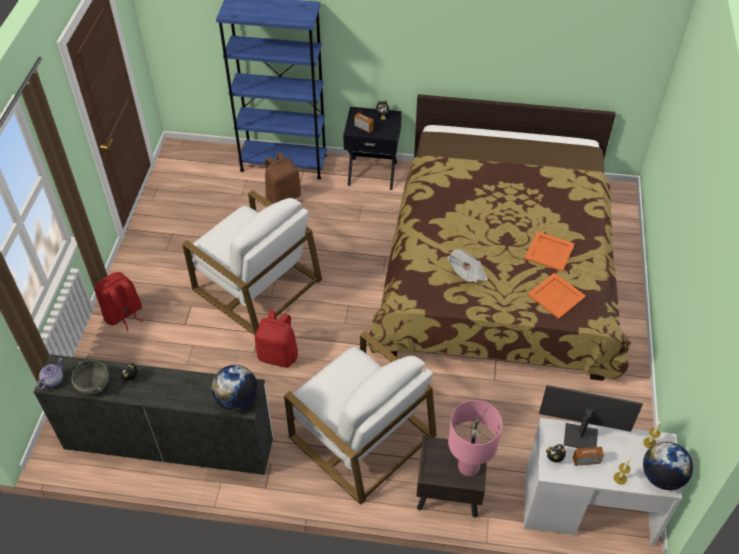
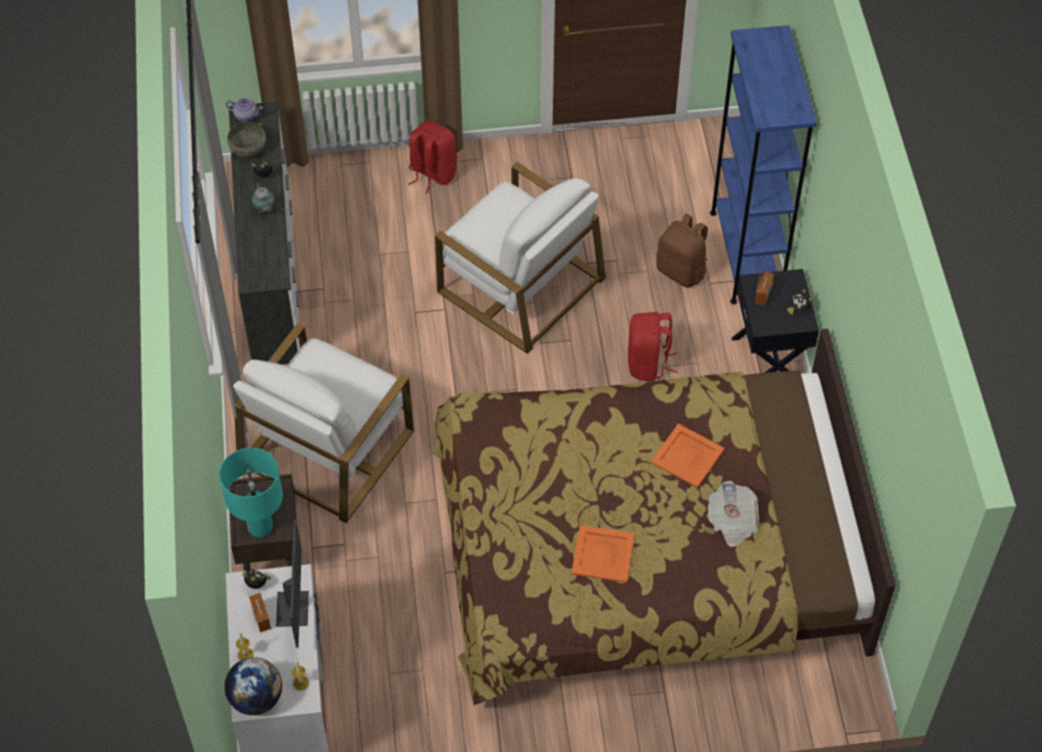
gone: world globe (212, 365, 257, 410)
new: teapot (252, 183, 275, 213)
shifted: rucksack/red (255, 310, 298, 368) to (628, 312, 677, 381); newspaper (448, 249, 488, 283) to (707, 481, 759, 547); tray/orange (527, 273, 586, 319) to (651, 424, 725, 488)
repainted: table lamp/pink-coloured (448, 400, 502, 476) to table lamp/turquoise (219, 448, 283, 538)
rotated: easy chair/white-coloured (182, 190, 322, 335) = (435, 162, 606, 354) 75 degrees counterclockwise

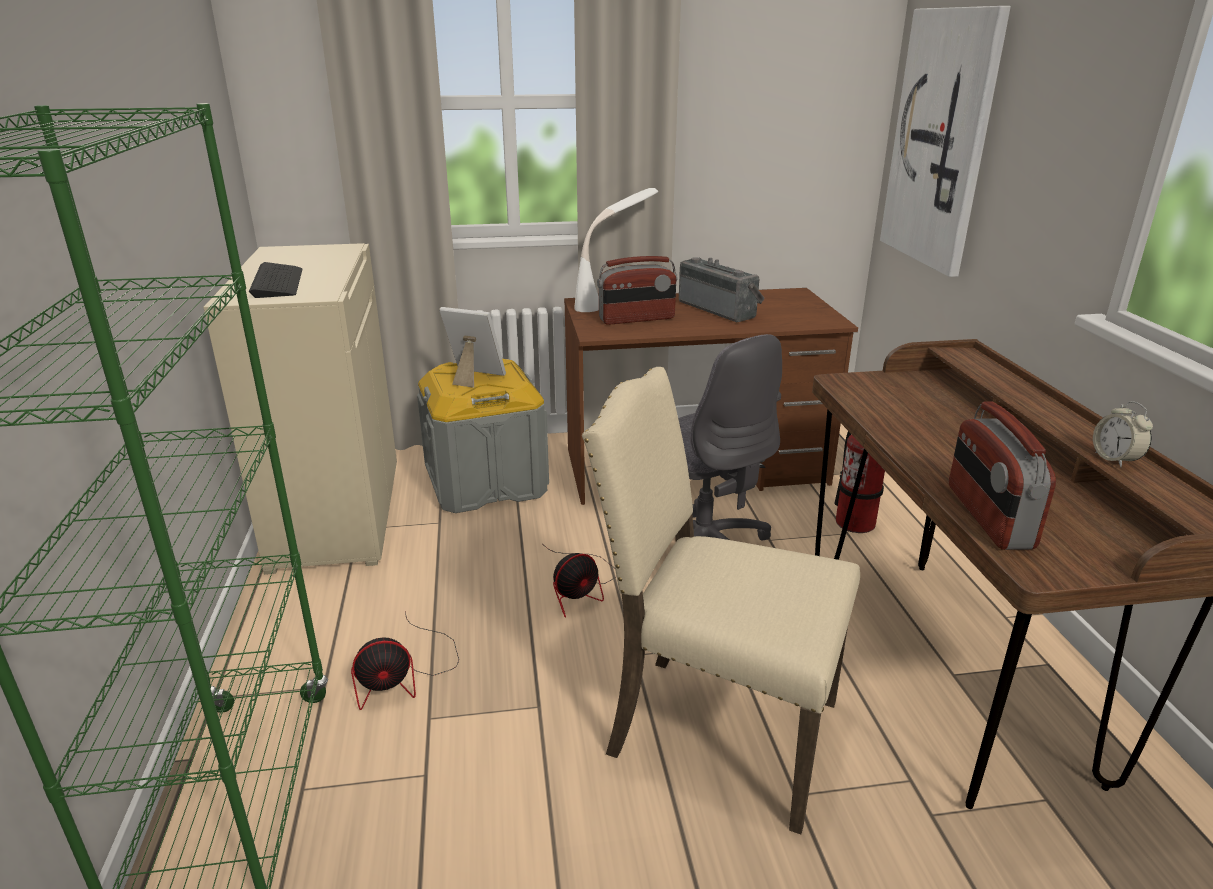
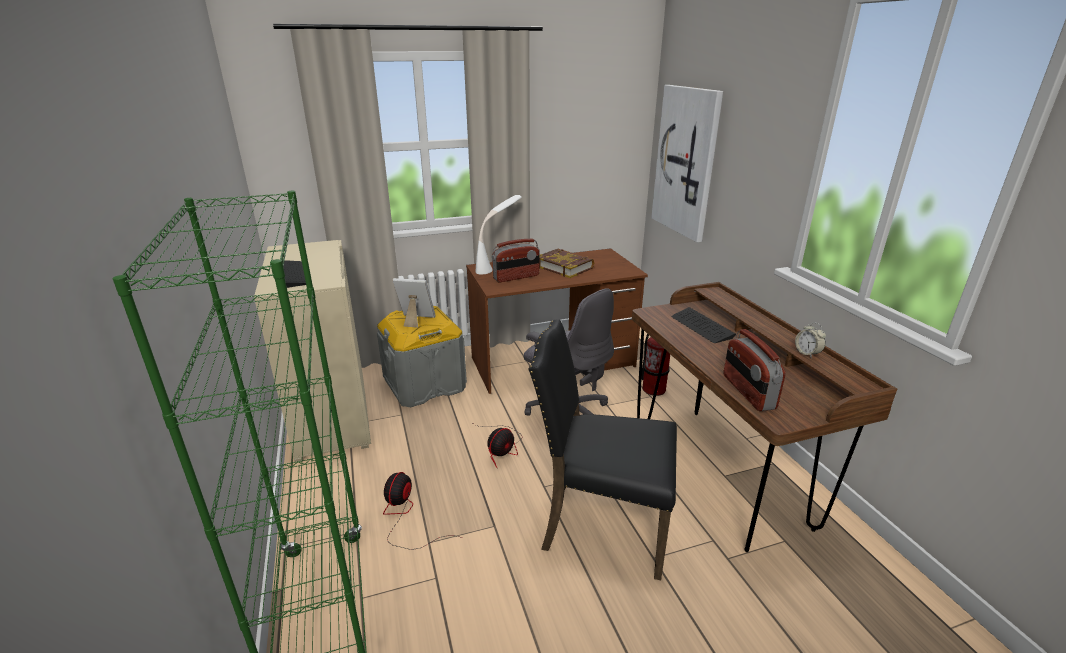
new: computer keyboard (672, 307, 736, 343)
swapped: radio receiver (679, 257, 765, 322) to bound book (539, 249, 594, 278)
repainted: plain chair/sand-coloured (582, 367, 860, 834) to plain chair/black (528, 319, 677, 580)
rotated: electric fan (351, 612, 459, 710) = (383, 472, 463, 550) 135 degrees clockwise

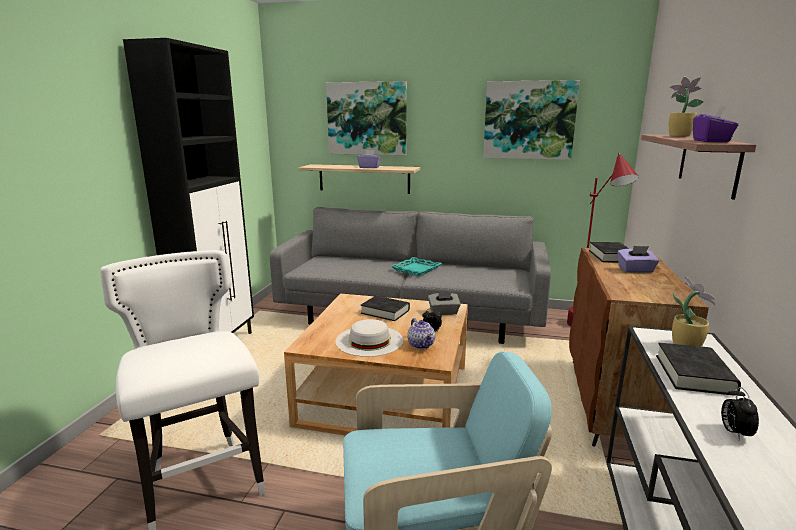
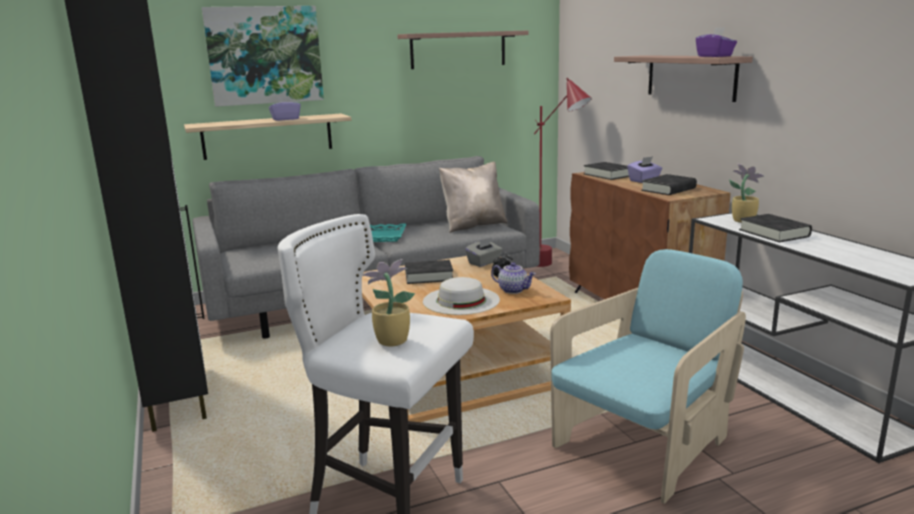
gone: bedside clock (721, 387, 759, 441)
new: throw pillow/sand-coloured (439, 162, 507, 233); bound book/black (641, 174, 697, 195)
shifted: potted plant (669, 77, 704, 136) to (362, 259, 415, 346)
swapped: picture (483, 80, 580, 160) to bracket shelf (397, 30, 529, 69)

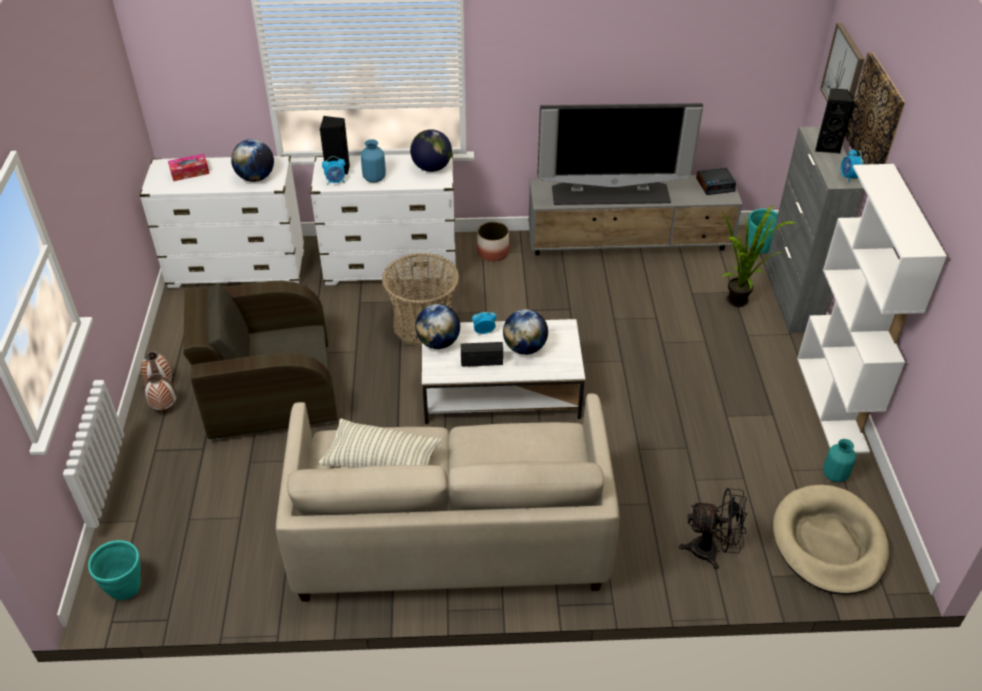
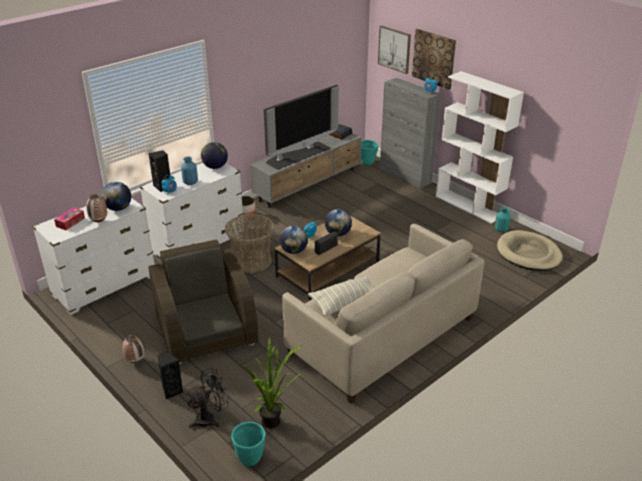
shifted: flower vase (143, 373, 176, 411) to (86, 194, 107, 222); electric fan/black (679, 488, 747, 569) to (185, 368, 230, 428); potted plant (722, 205, 797, 307) to (243, 336, 302, 429); loudspeaker/black (815, 89, 855, 154) to (157, 351, 183, 400)
repainted: lounge table/white-coloured (422, 319, 585, 424) to lounge table/brown (274, 216, 381, 300)
rotated: easy chair/brown (183, 281, 337, 440) = (148, 239, 259, 365) 120 degrees clockwise

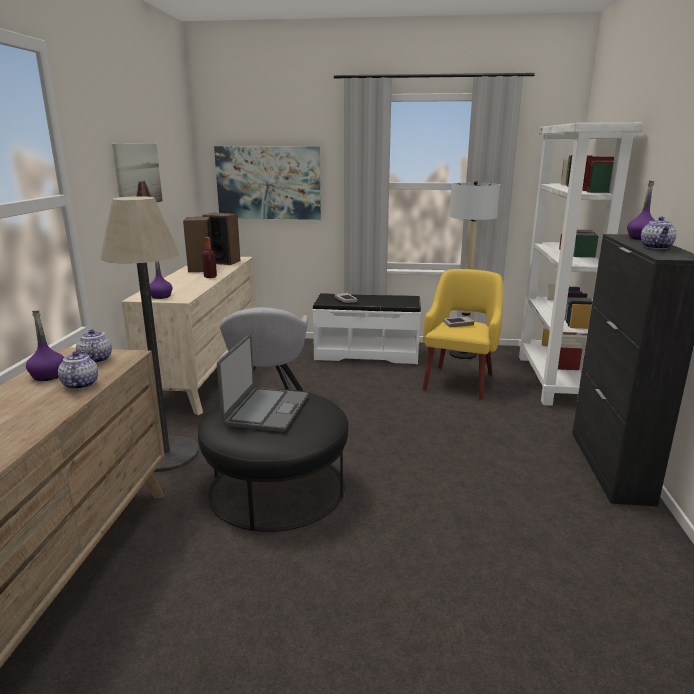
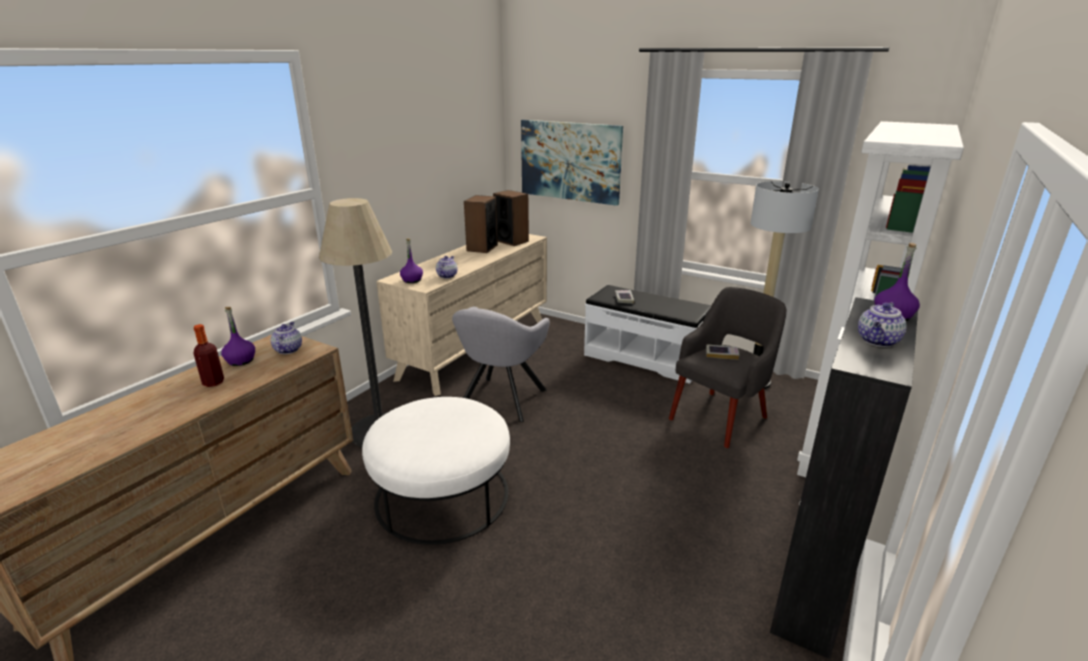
gone: picture (112, 144, 163, 202); portable computer (217, 334, 308, 432)
shifted: teapot (58, 351, 98, 390) to (436, 256, 458, 279); bottle (202, 237, 217, 278) to (193, 324, 224, 387)
repainted: pouffe/black (198, 389, 348, 532) to pouffe/white-coloured (362, 397, 510, 545); easy chair/yellow-coloured (423, 269, 503, 400) to easy chair/grey (669, 287, 786, 448)

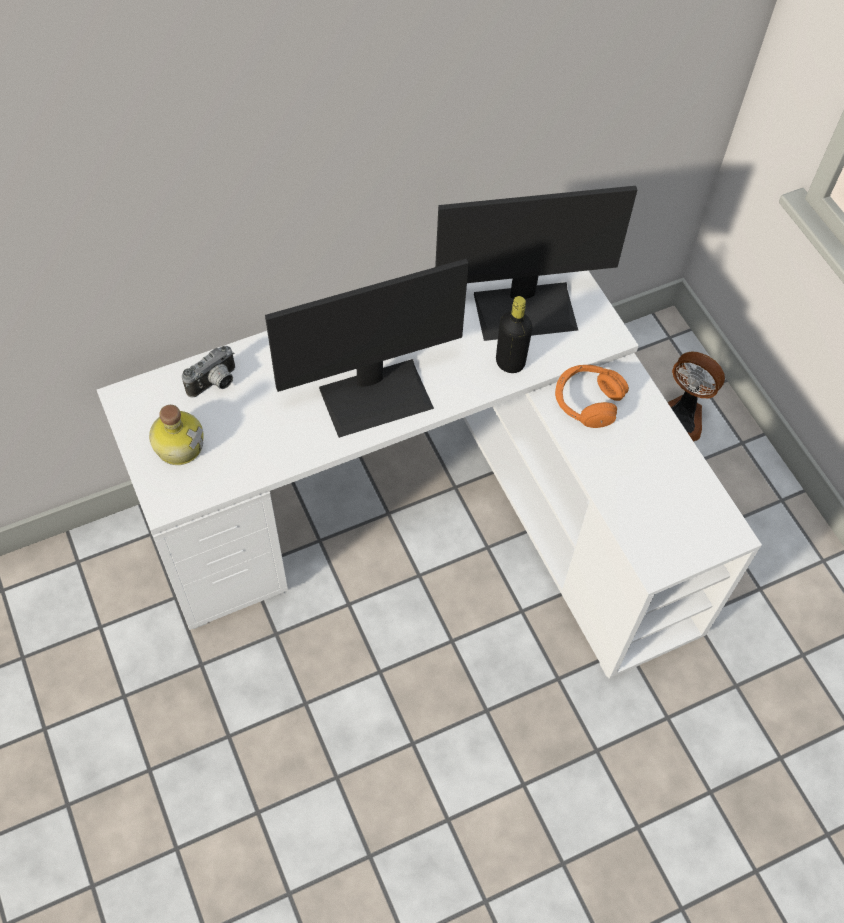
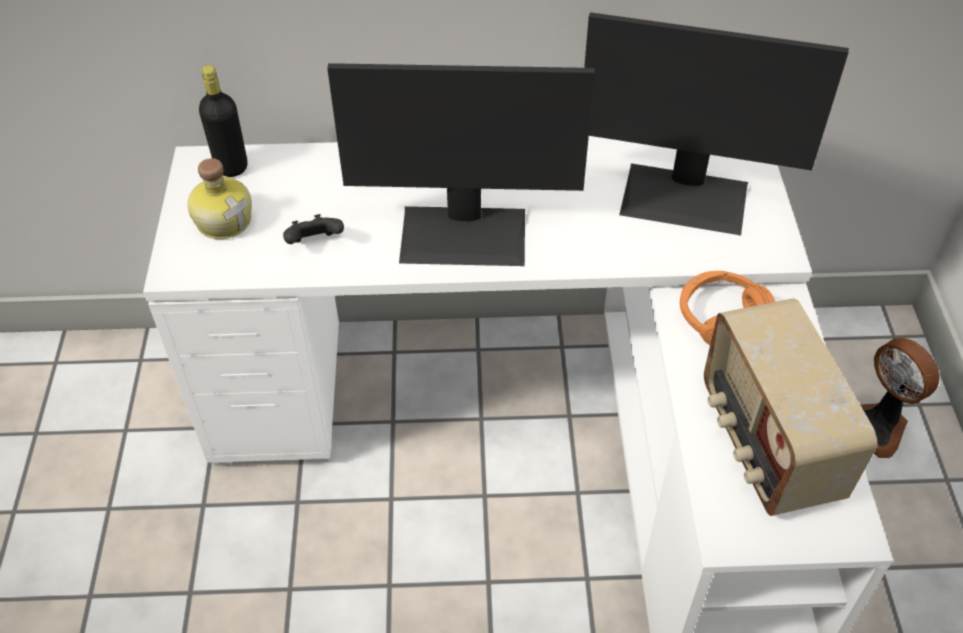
gone: photo camera (182, 346, 235, 398)
new: joypad/black (283, 214, 344, 244); radio receiver (704, 298, 877, 516)
shifted: bottle/black (496, 296, 533, 373) to (199, 65, 248, 177)

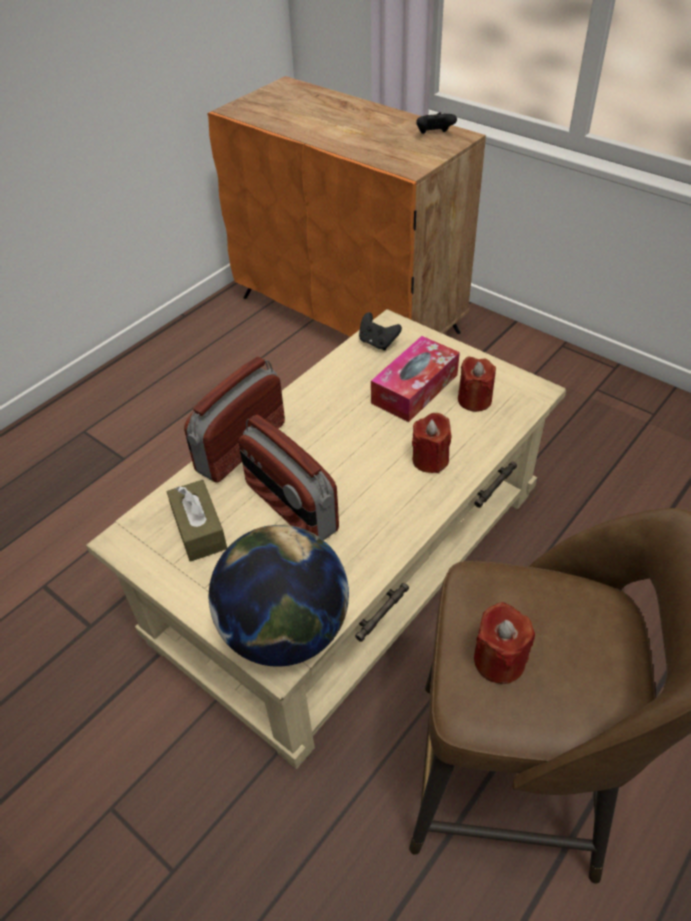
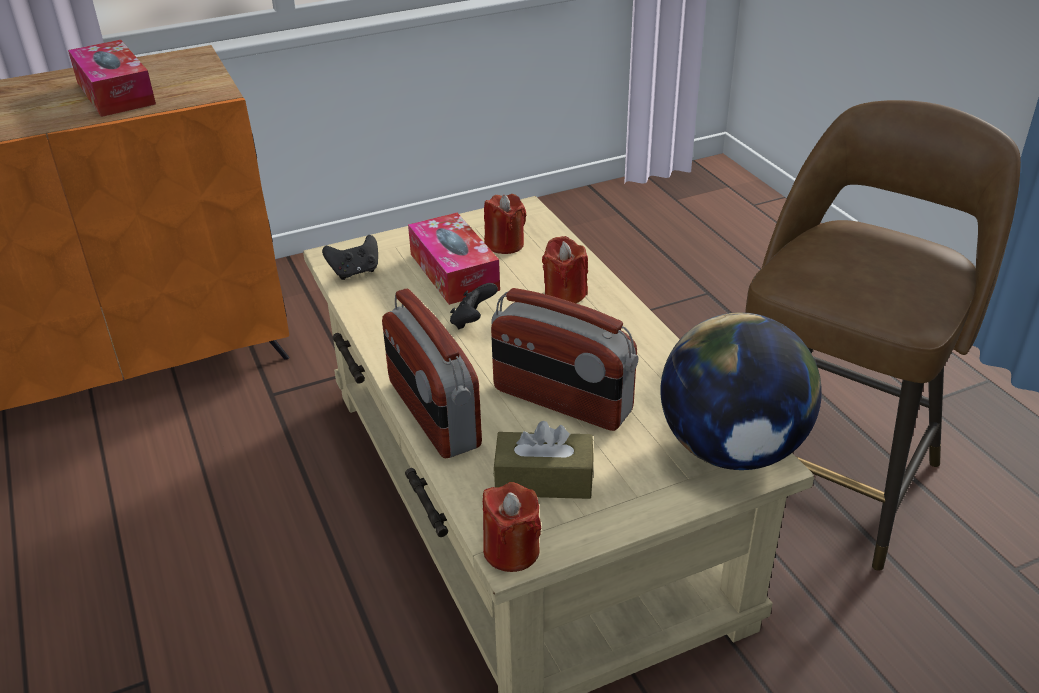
new: tissue holder (68, 40, 156, 117)
shifted: joypad/black (416, 112, 457, 134) to (450, 283, 498, 329); candle/red (474, 602, 535, 684) to (483, 482, 541, 572)
rotated: radio receiver (238, 415, 339, 540) = (491, 288, 639, 431) 45 degrees clockwise

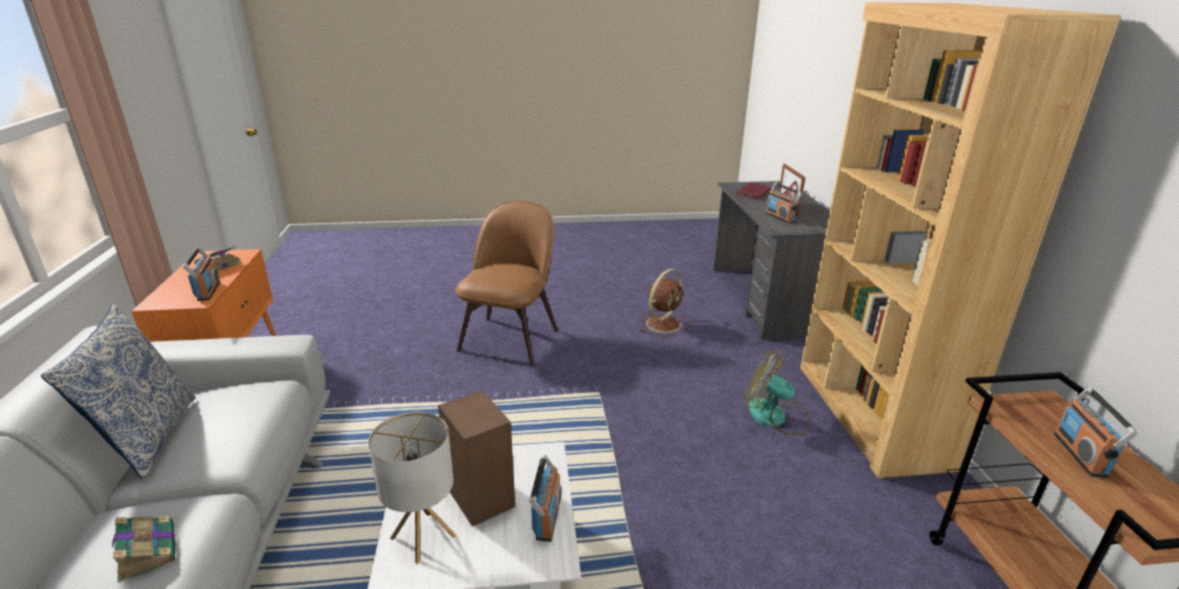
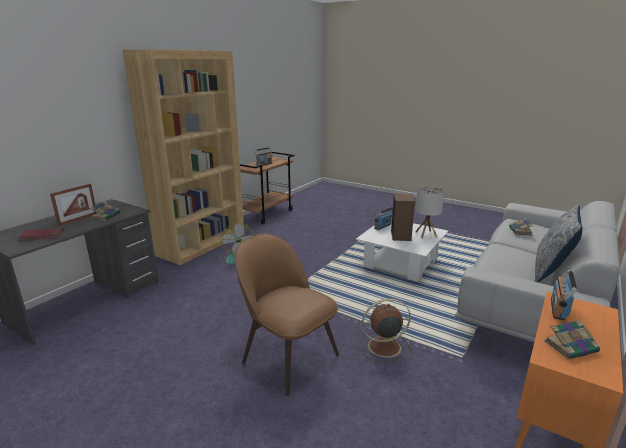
shifted: electric fan/brown (640, 269, 690, 337) to (359, 298, 412, 364)
swapped: radio receiver (765, 182, 802, 223) to bound book (90, 201, 120, 221)
rotated: plain chair/brown (455, 201, 558, 366) = (235, 233, 339, 396) 75 degrees clockwise

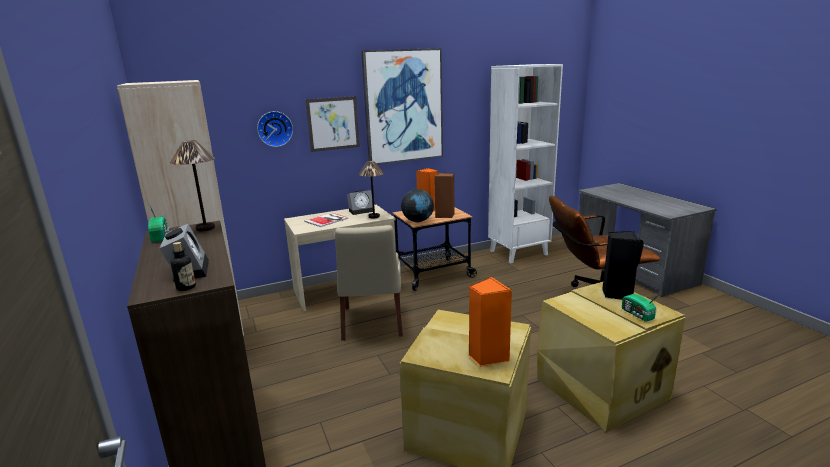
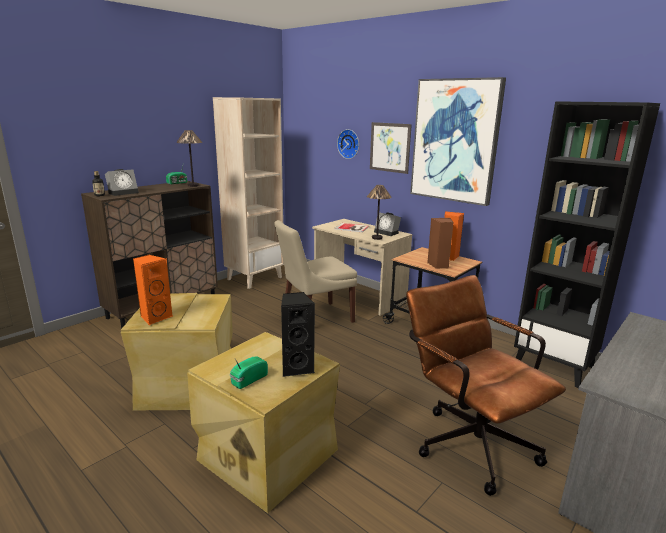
gone: world globe (401, 189, 434, 222)
repainted: bookcase/white-coloured (488, 64, 563, 263) to bookcase/black (514, 101, 660, 388)

